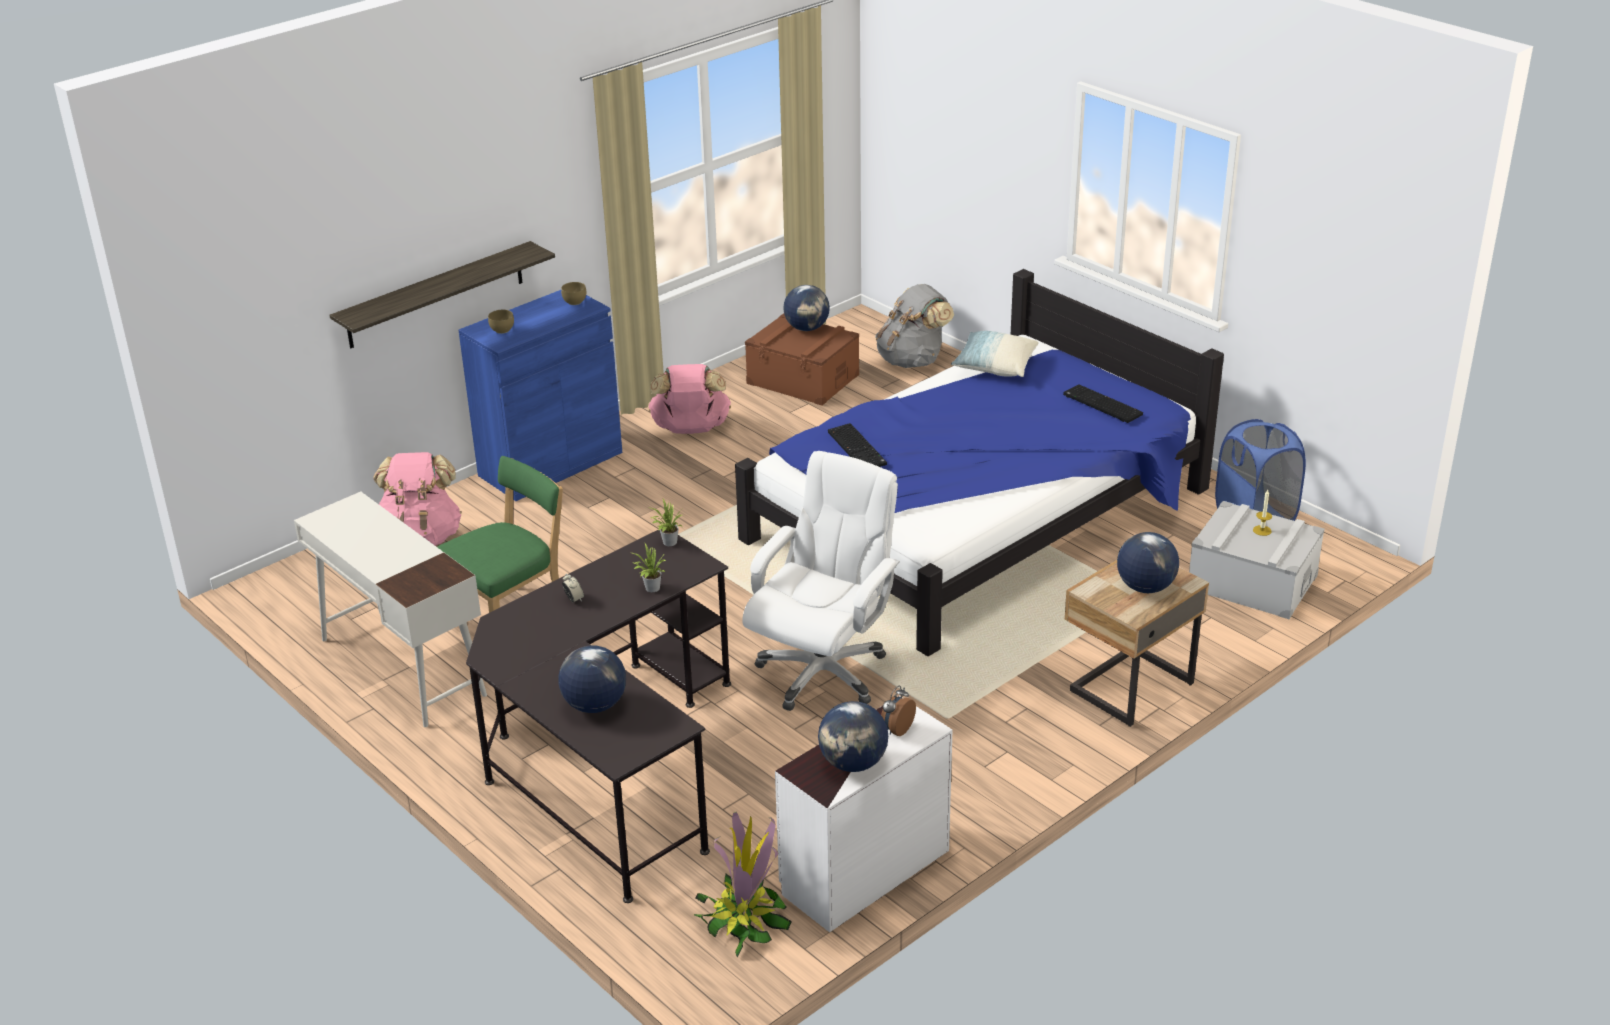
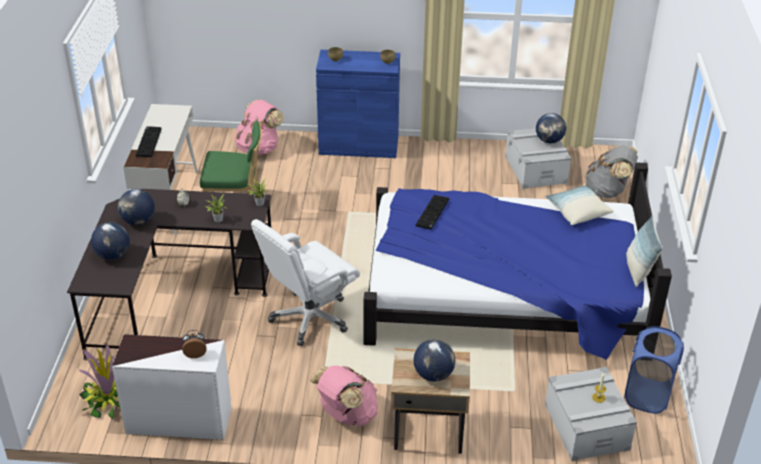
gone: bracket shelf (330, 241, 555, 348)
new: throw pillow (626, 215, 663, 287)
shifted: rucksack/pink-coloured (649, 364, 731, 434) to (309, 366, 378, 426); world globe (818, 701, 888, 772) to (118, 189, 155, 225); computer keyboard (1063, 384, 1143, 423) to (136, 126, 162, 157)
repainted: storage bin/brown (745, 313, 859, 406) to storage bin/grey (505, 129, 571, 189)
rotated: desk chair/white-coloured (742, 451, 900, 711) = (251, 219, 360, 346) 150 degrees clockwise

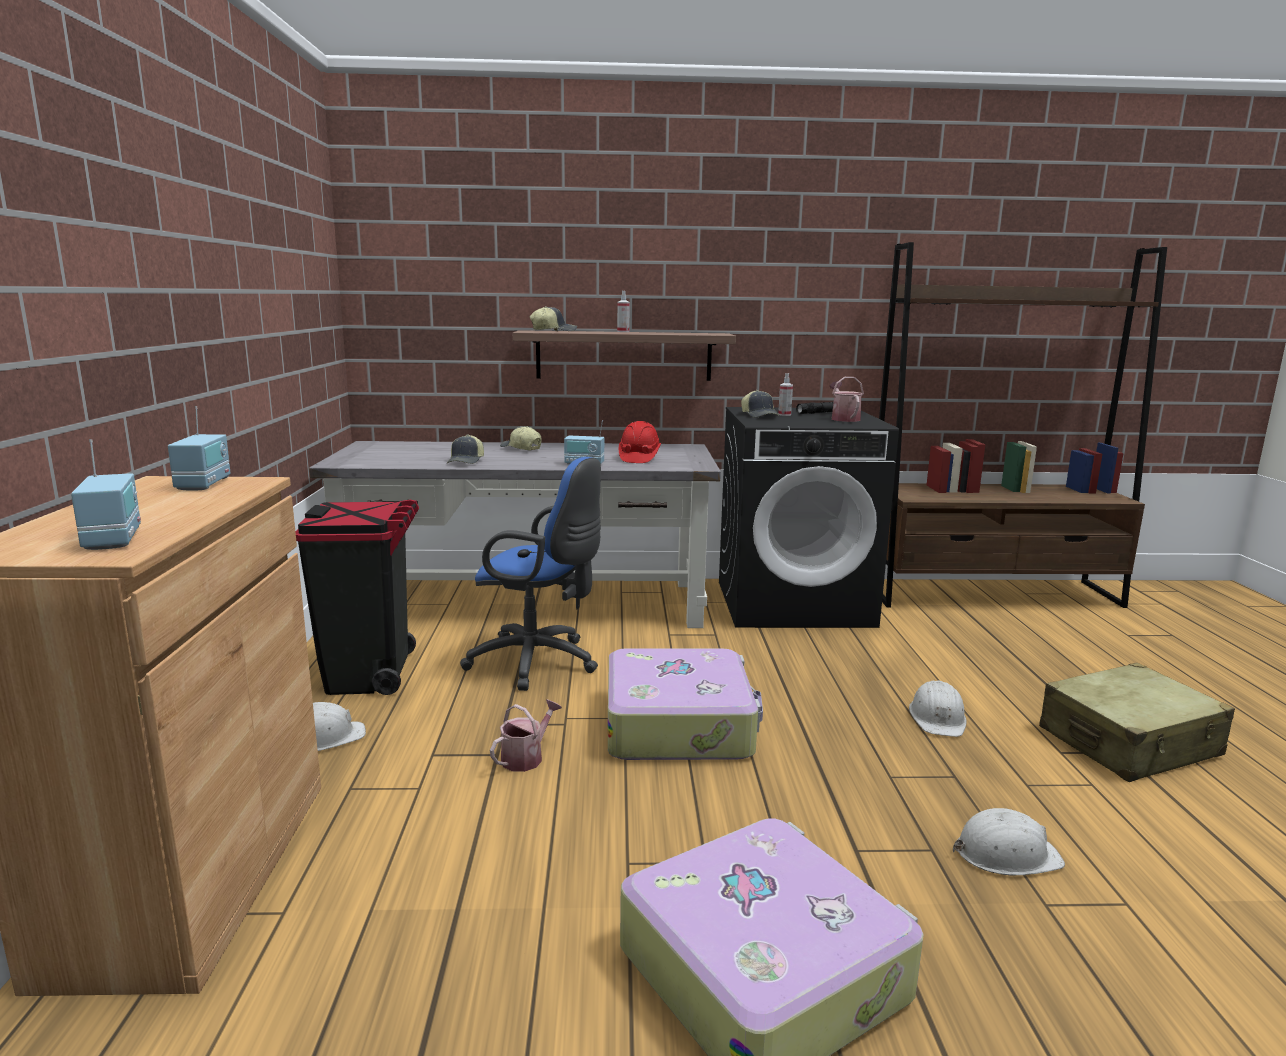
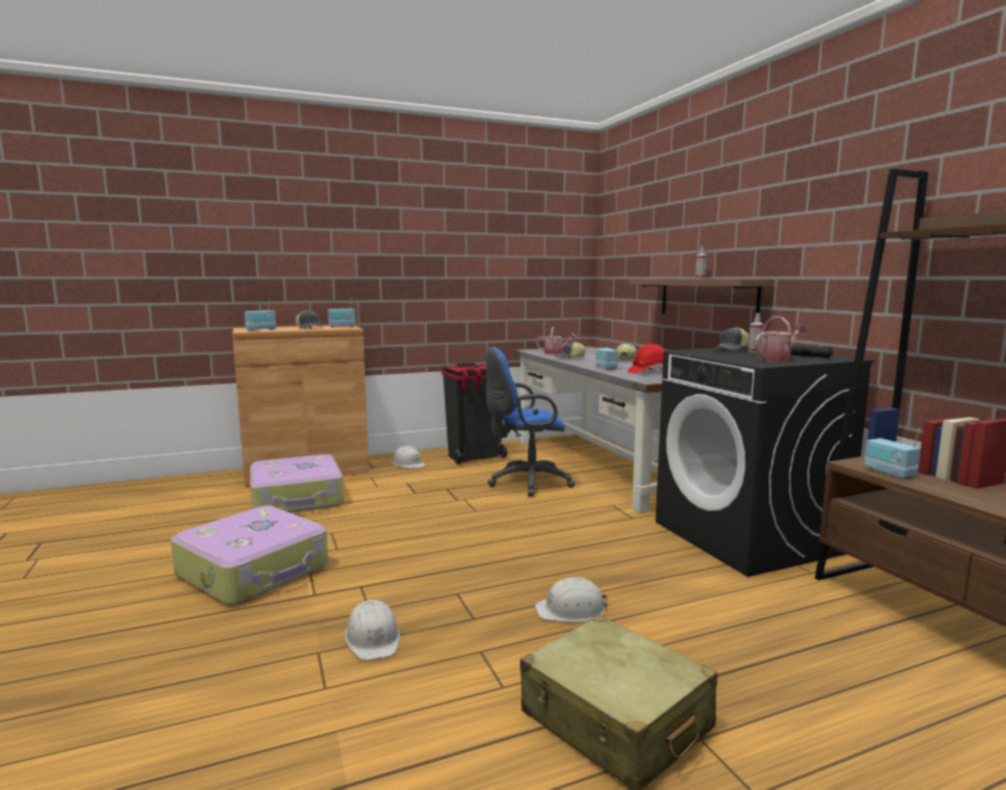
new: radio receiver (864, 428, 921, 479)
shifted: watering pot (490, 699, 562, 772) to (536, 327, 577, 355); cap (530, 306, 577, 331) to (295, 310, 322, 329); travel case (608, 648, 763, 760) to (250, 454, 344, 513)
rotated: desk chair/blue (460, 457, 601, 691) = (486, 347, 576, 497) 75 degrees clockwise

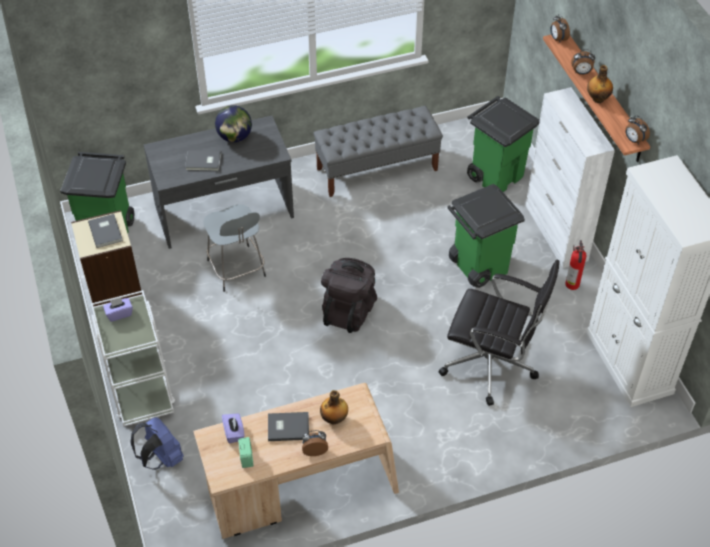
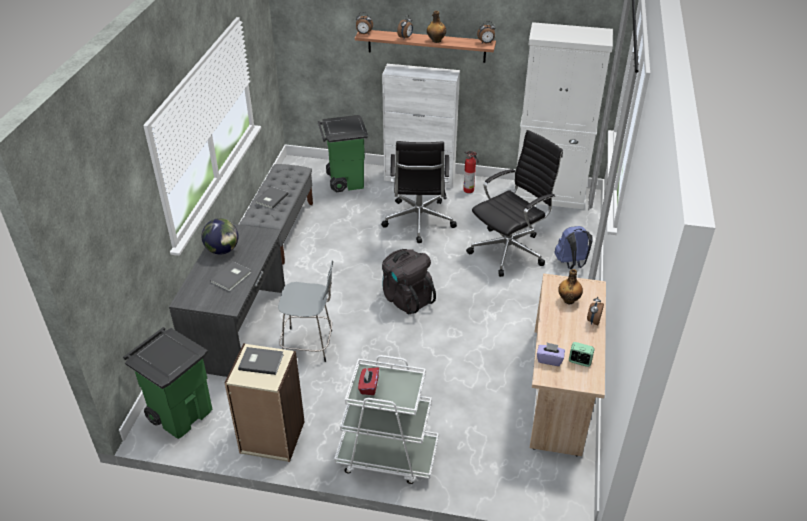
shifted: rucksack/blue (130, 417, 184, 470) to (554, 226, 593, 269); bound book/grey (268, 412, 309, 441) to (255, 187, 288, 209)
swapped: trash can/green-coloured (447, 184, 525, 288) to desk chair/black (381, 141, 457, 243)
repainted: tissue holder/purplish (103, 298, 133, 322) to tissue holder/red (358, 367, 379, 395)

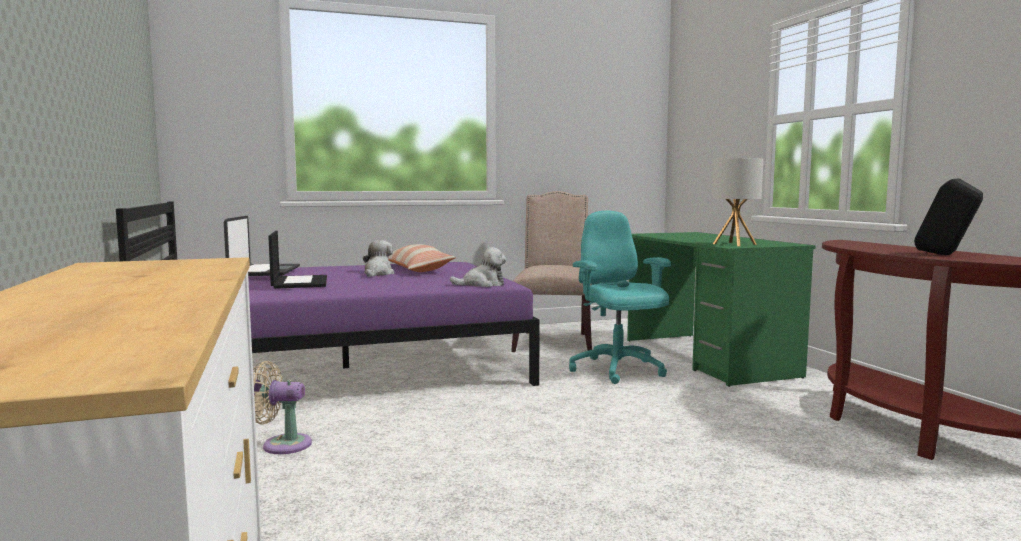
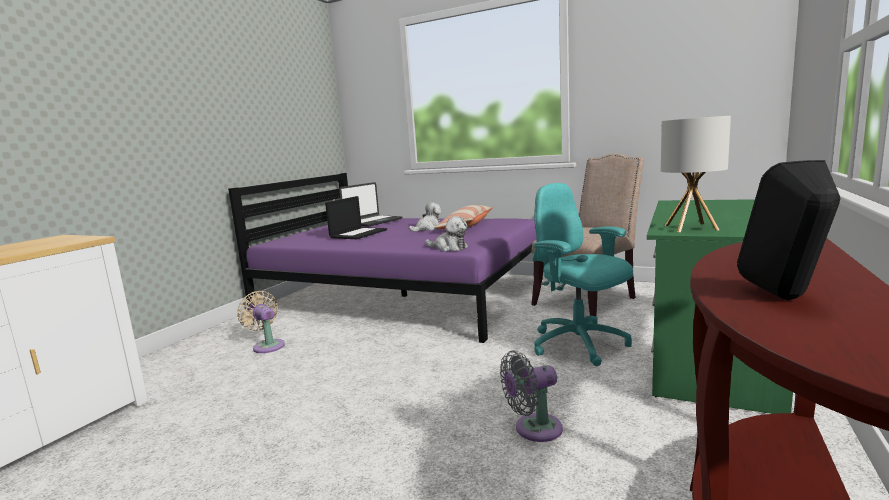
new: electric fan/grey (500, 351, 563, 442)
rotated: desk chair/turquoise (569, 211, 671, 384) = (532, 183, 634, 366) 60 degrees counterclockwise

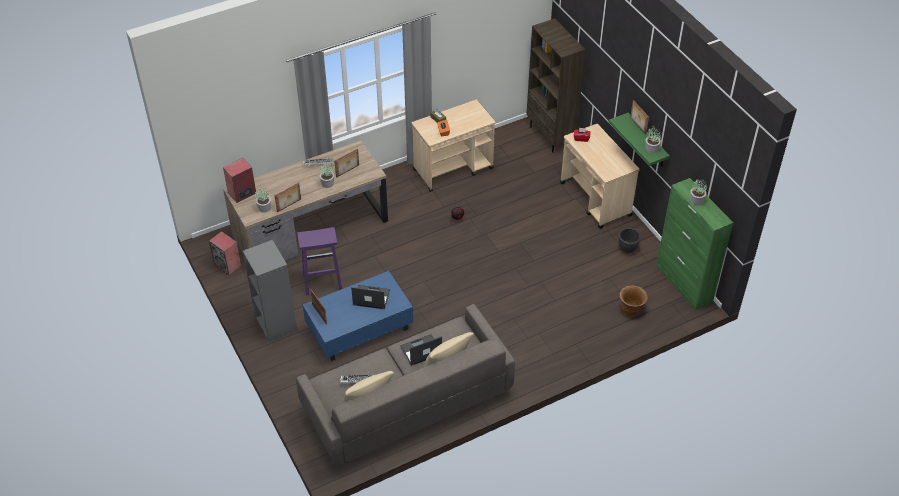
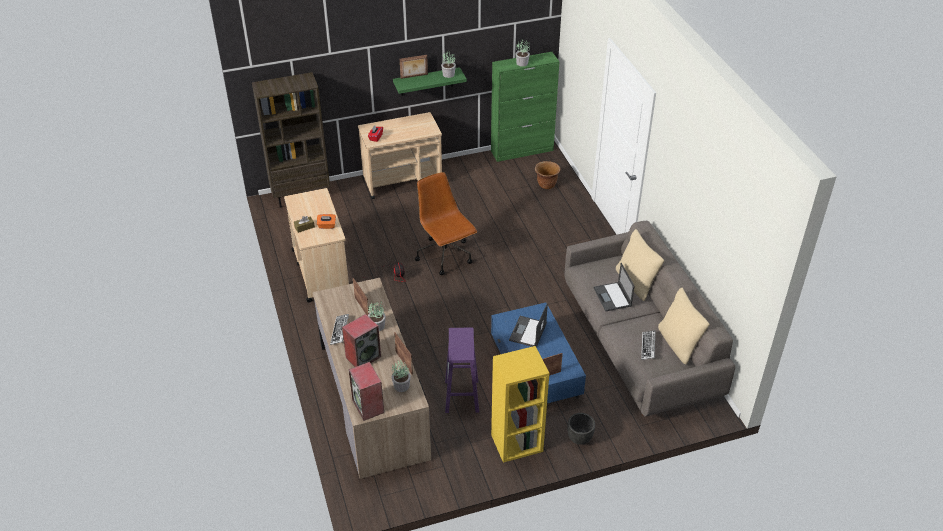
new: desk chair/brown (415, 172, 477, 275)
shifted: loudspeaker (209, 231, 242, 275) to (342, 314, 381, 367); planter/black (618, 228, 641, 253) to (567, 413, 595, 445)
repainted: bookcase/grey (243, 240, 297, 342) to bookcase/yellow-coloured (491, 346, 549, 463)

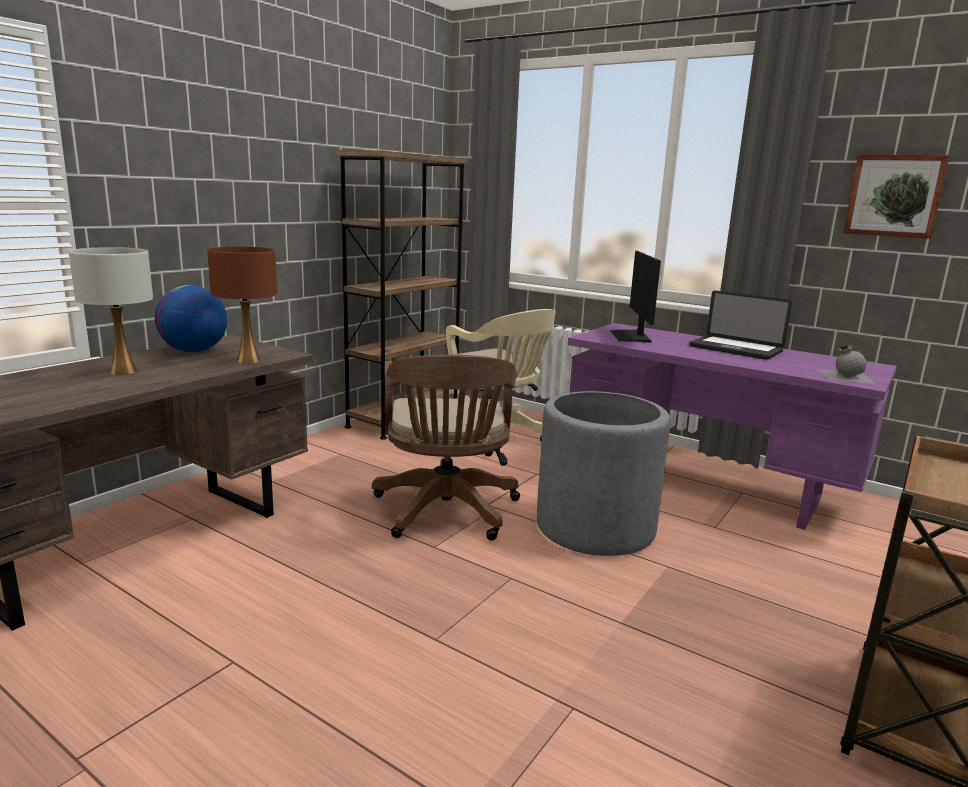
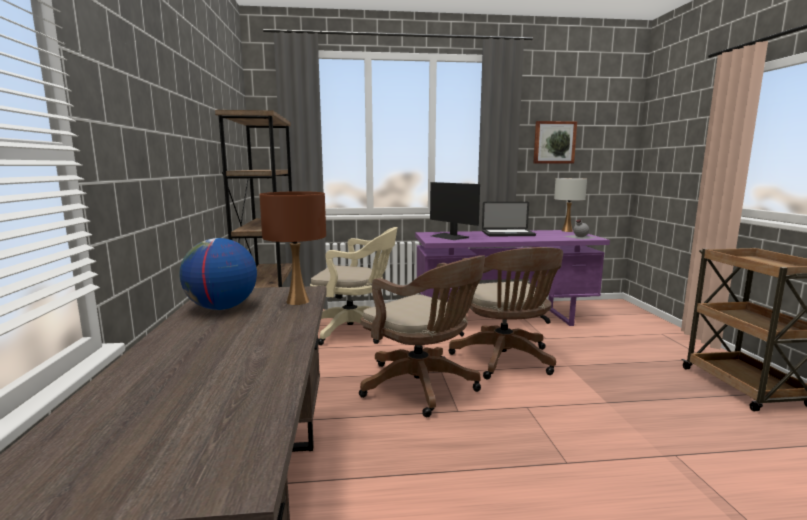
shifted: table lamp/white-coloured (69, 247, 153, 375) to (554, 178, 587, 232)
swapped: planter/grey (536, 391, 671, 556) to desk chair/brown (448, 247, 563, 379)

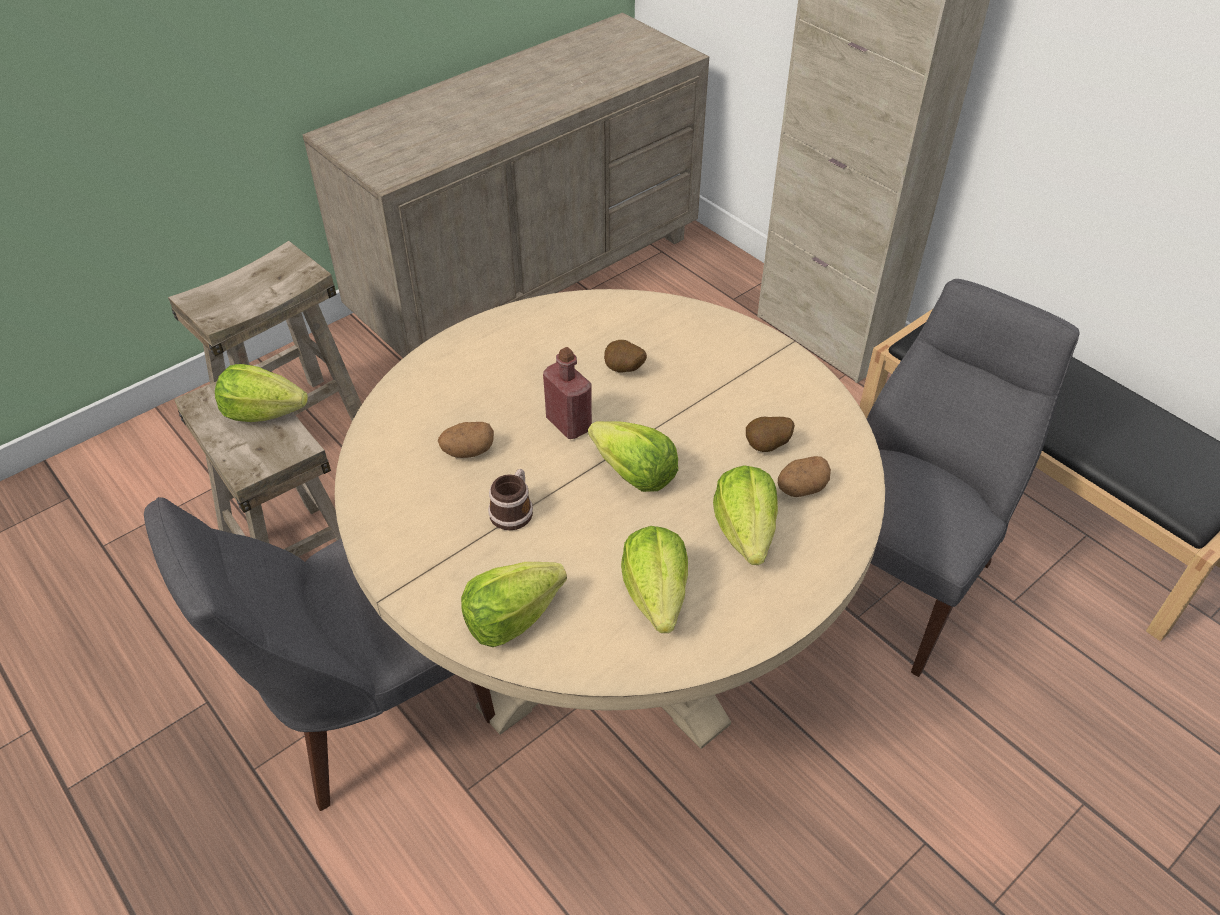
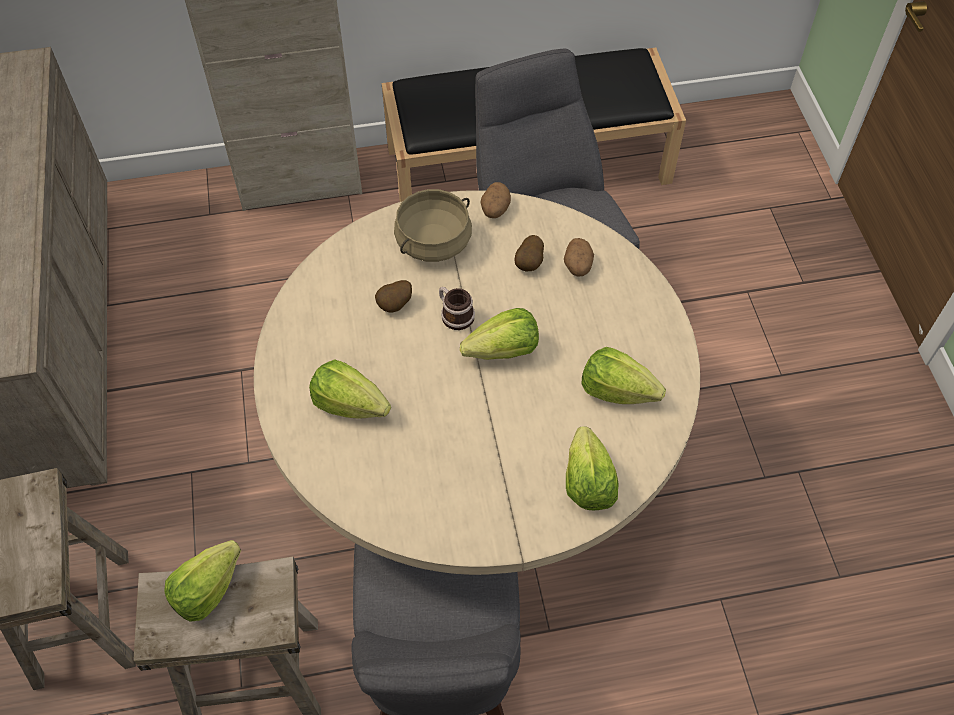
gone: bottle/red (543, 347, 592, 439)
new: cooking pot/sand-coloured (394, 189, 472, 262)
shifted: whole potato (438, 422, 494, 458) to (480, 182, 511, 218); tea mug (488, 469, 533, 531) to (439, 287, 475, 330); lettuce (713, 465, 778, 565) to (309, 359, 391, 419)

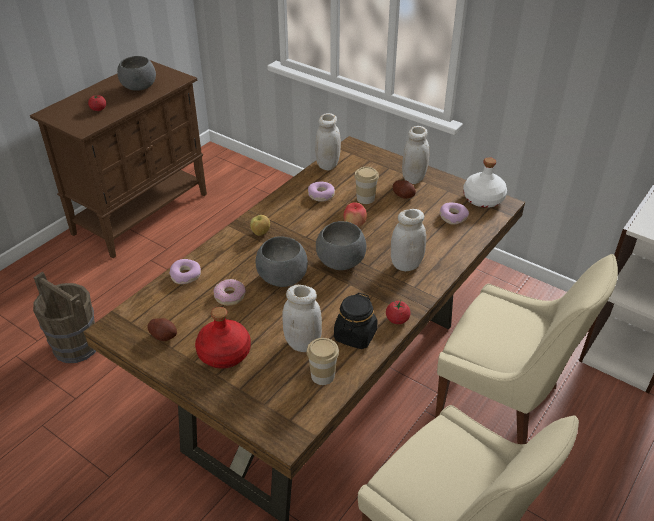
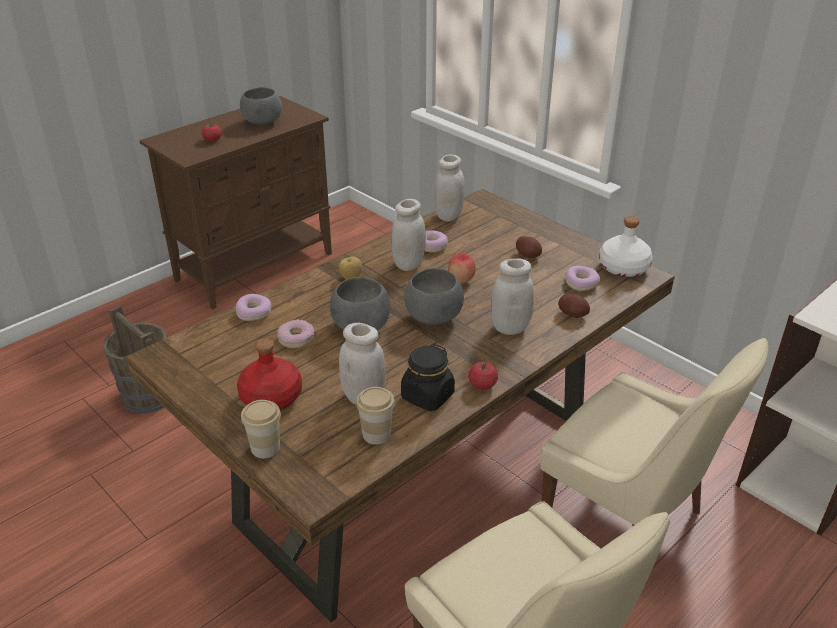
shifted: whole potato (148, 318, 177, 341) to (558, 294, 590, 318); small cup (354, 167, 379, 204) to (241, 400, 281, 458); preserve jar/white-coloured (402, 126, 429, 184) to (391, 199, 426, 271)

